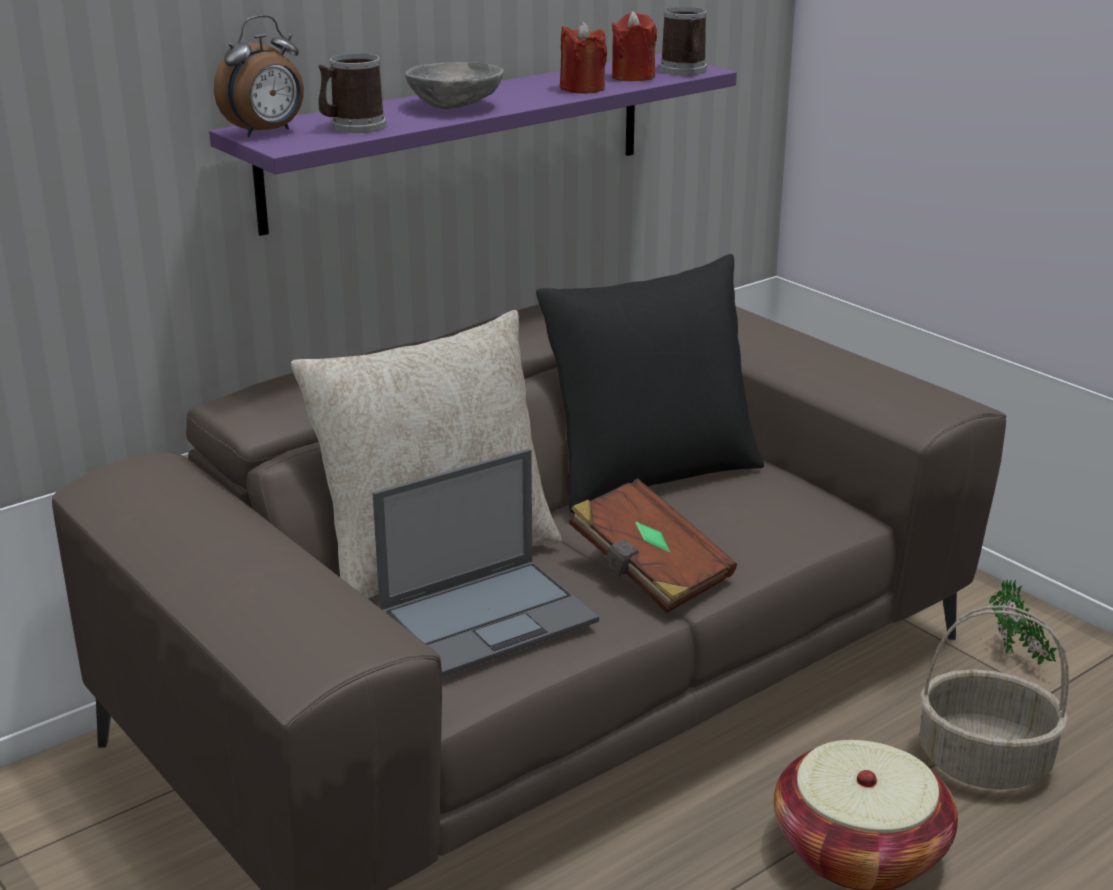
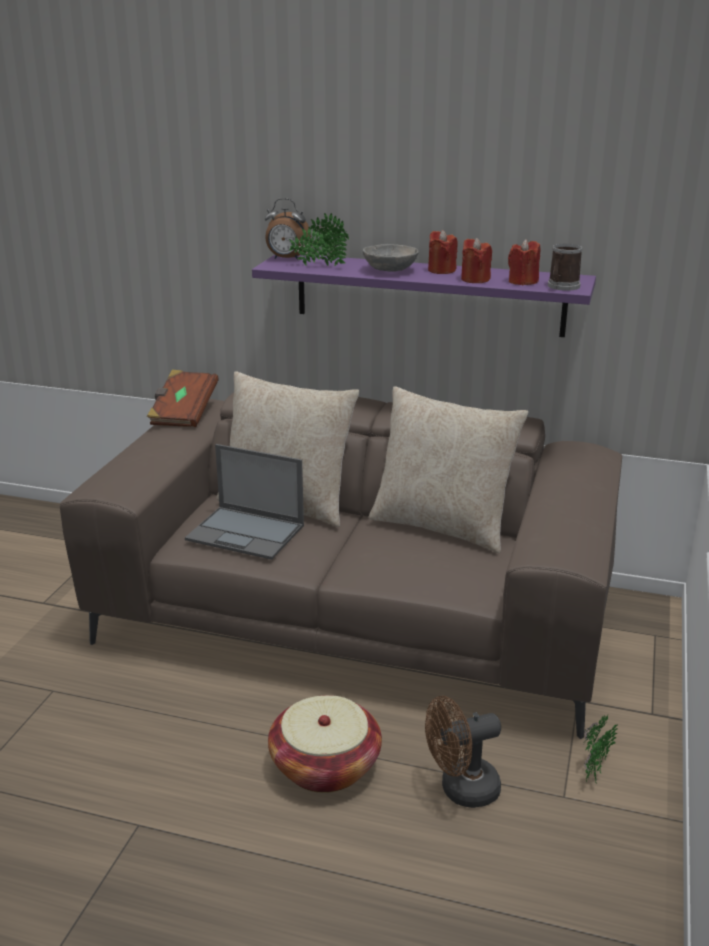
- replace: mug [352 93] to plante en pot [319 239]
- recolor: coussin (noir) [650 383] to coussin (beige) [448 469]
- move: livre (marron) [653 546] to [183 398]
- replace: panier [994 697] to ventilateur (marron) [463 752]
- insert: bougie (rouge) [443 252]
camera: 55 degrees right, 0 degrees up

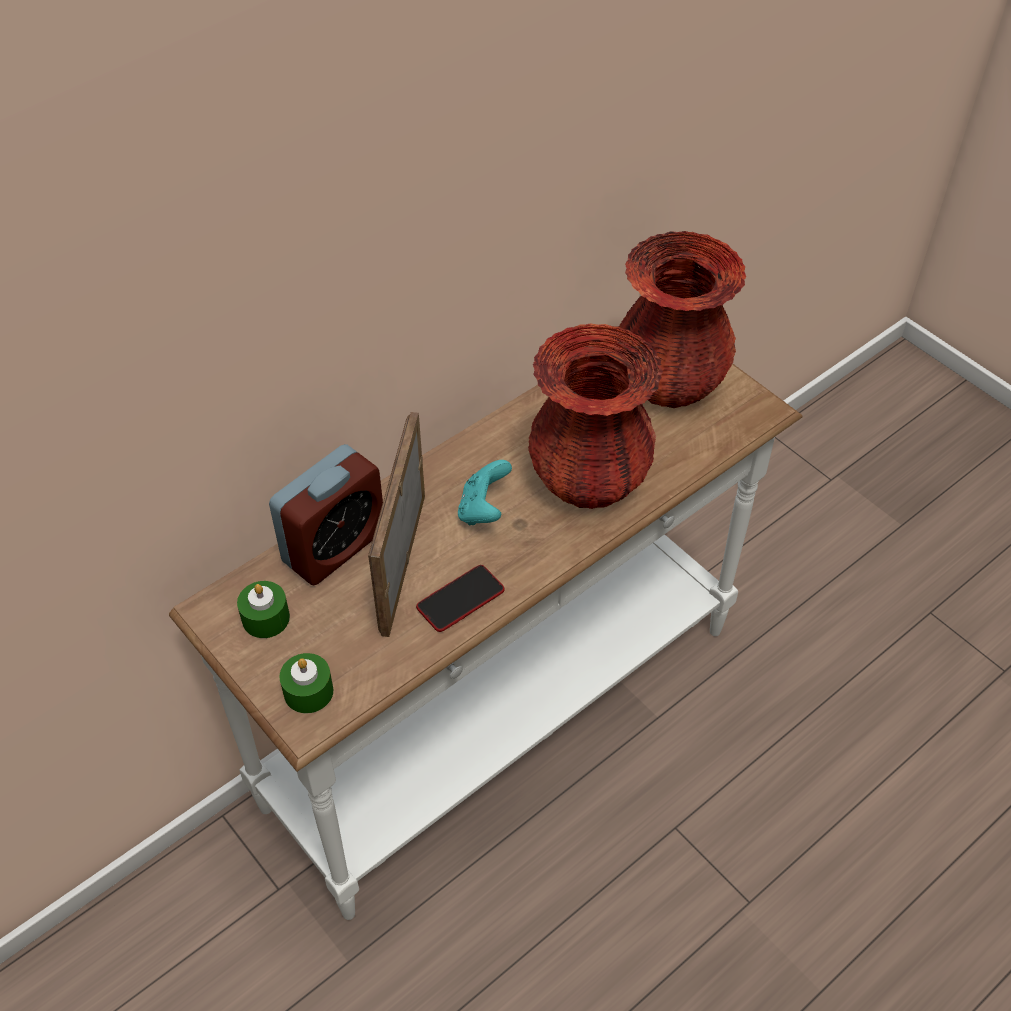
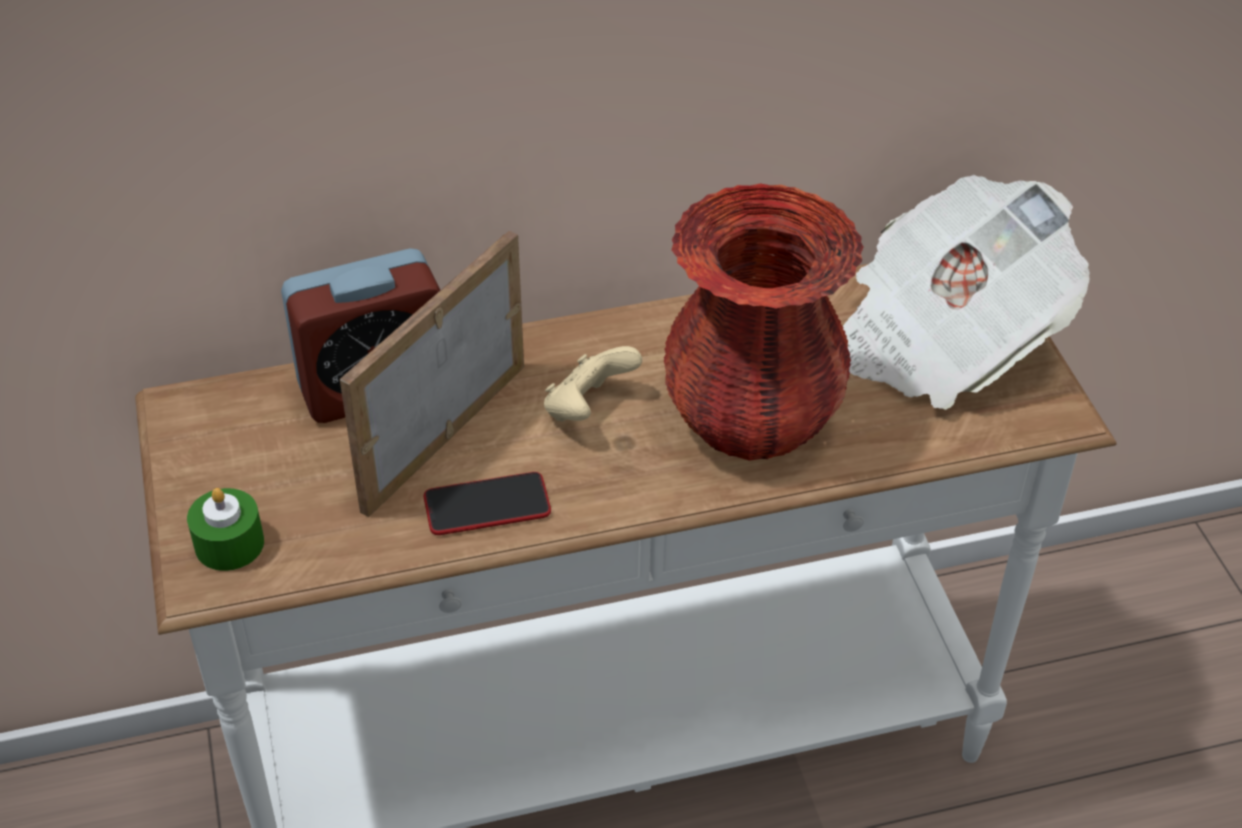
- replace: vase (rouge) [682 319] to journal [966 292]
- recolor: manette (turquoise) [485 493] to manette (beige) [593 383]
- delete: bougie (vert) [263 609]
camera: 25 degrees right, 5 degrees down

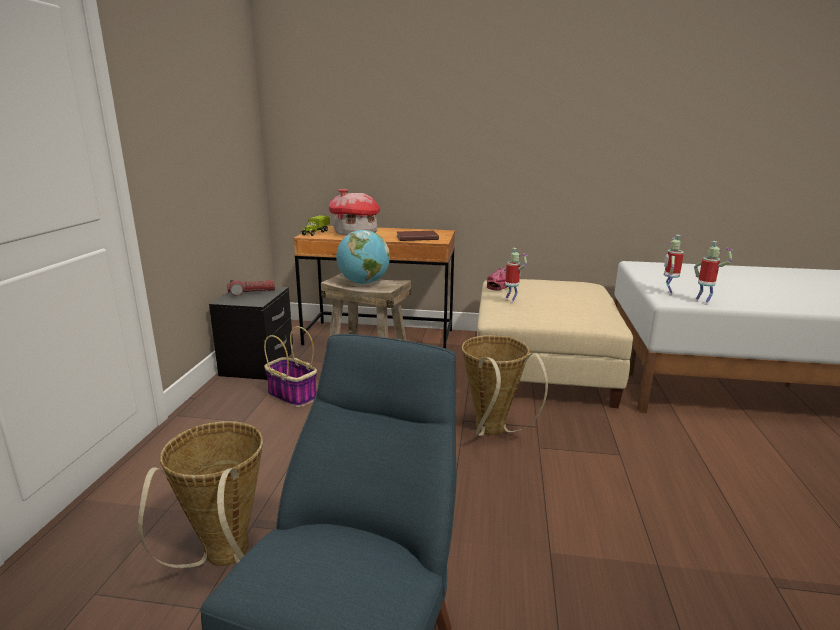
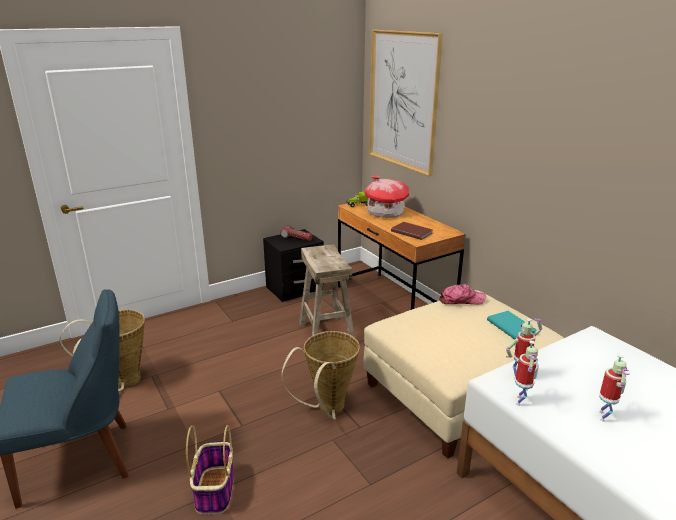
- delete: globe [363 257]
- move: robot jouet [516 275] to [614 388]
- move: panier [290 366] to [210 469]
- insert: tableau [406 103]
- insert: livre (turquoise) [512 325]
camera: 50 degrees right, 5 degrees up

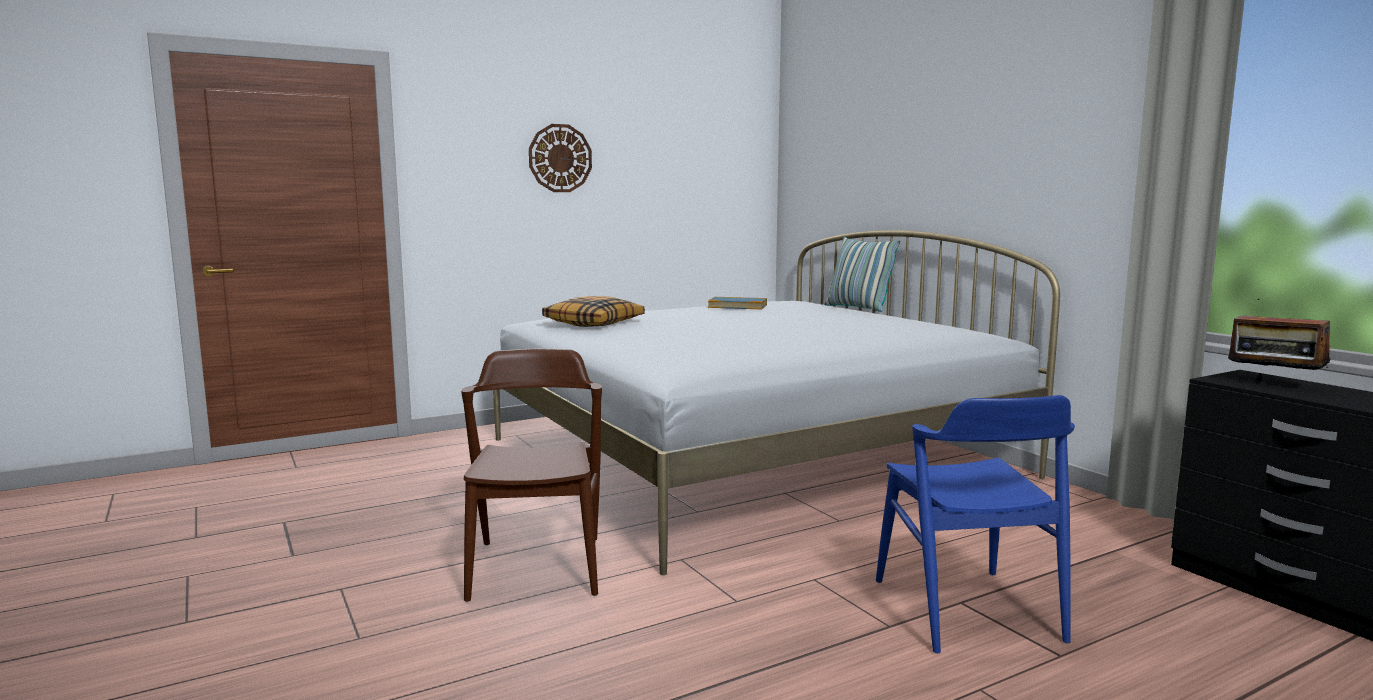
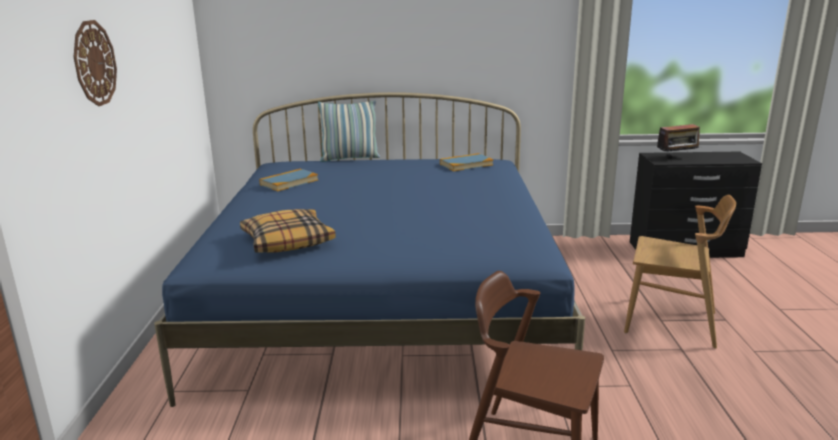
- recolor: lit (blanc) [776 402] to lit (bleu) [369 249]
- recolor: chaise (bleu) [975 524] to chaise (marron) [680 271]
- insert: livre [466 162]
camera: 60 degrees left, 10 degrees up

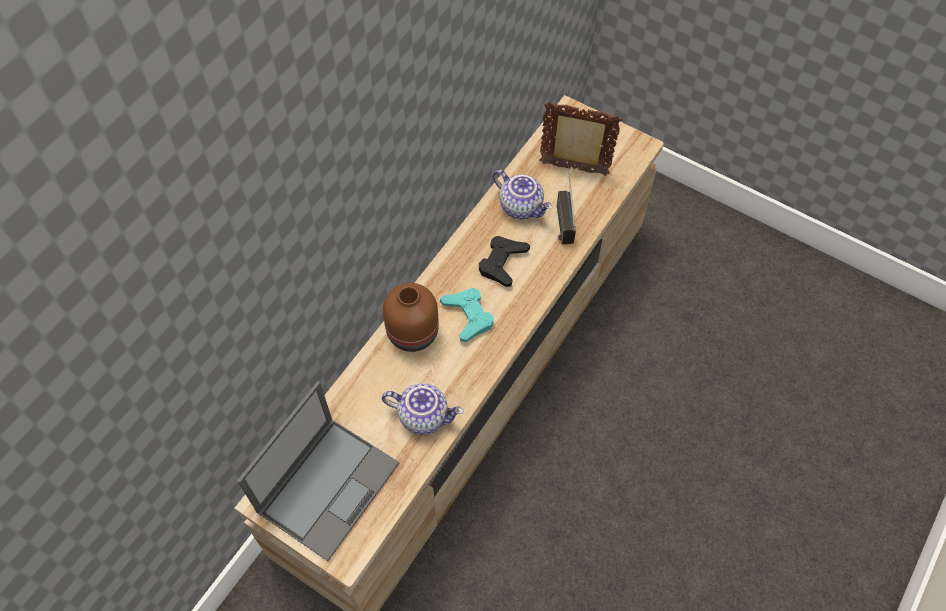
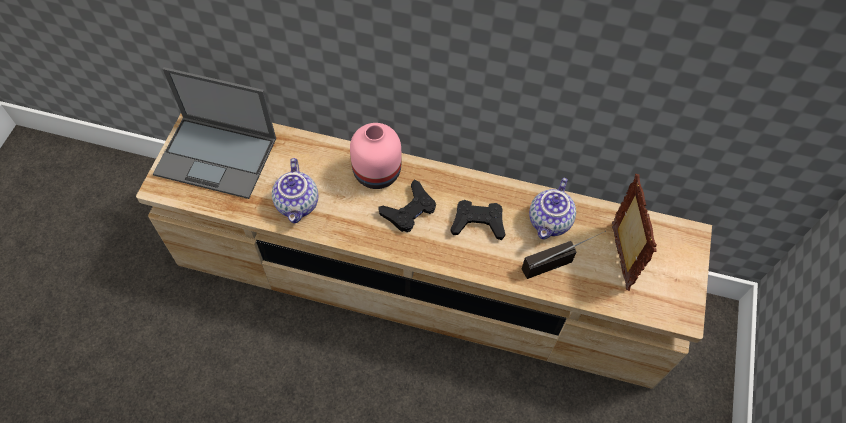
- recolor: vase (marron) [411 317] to vase (rose) [375 156]
- recolor: manette (turquoise) [467 315] to manette (noir) [407 206]
camera: 70 degrees right, 0 degrees up

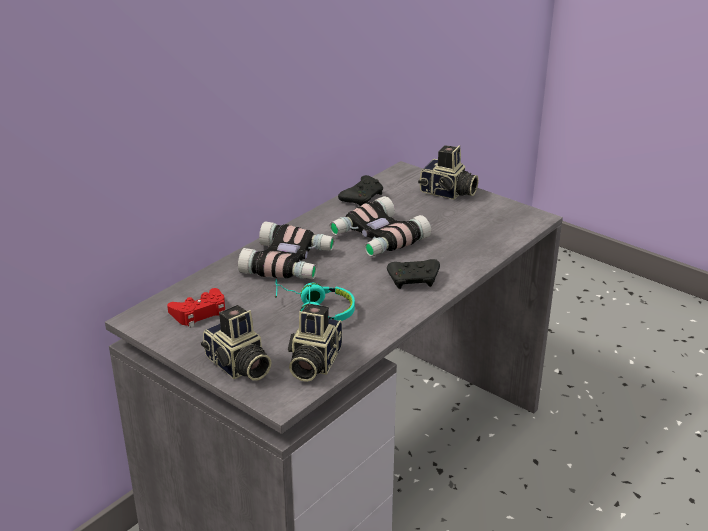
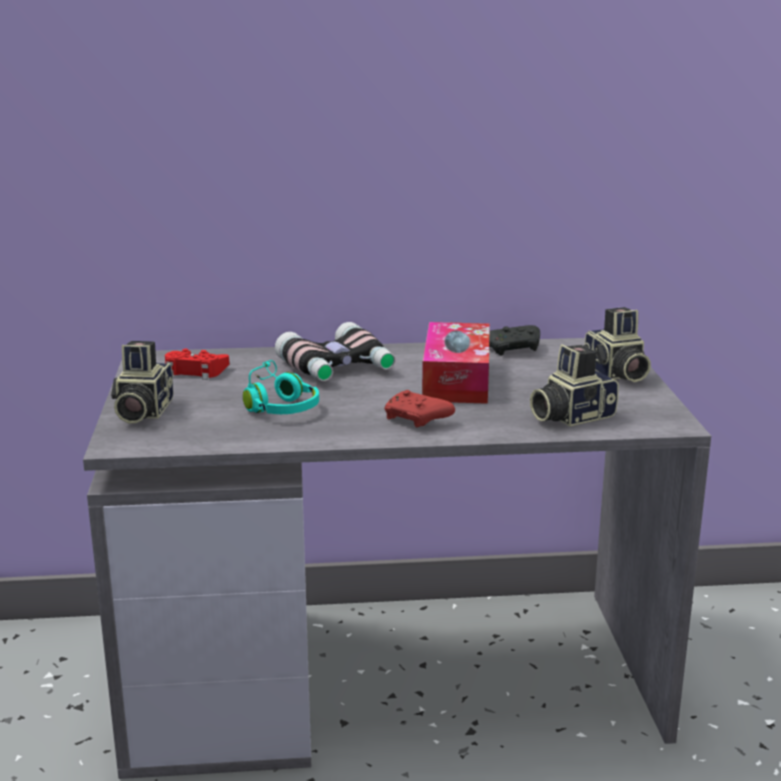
- replace: jumelles [380 226] to boîte à mouchoirs [455 363]
- recolor: manette (noir) [413 274] to manette (rouge) [419 408]
- move: appareil photo [315 342] to [574 385]
camera: 45 degrees right, 10 degrees down

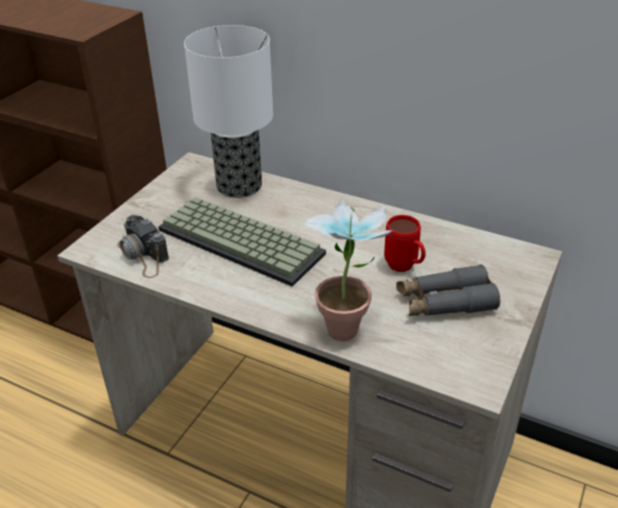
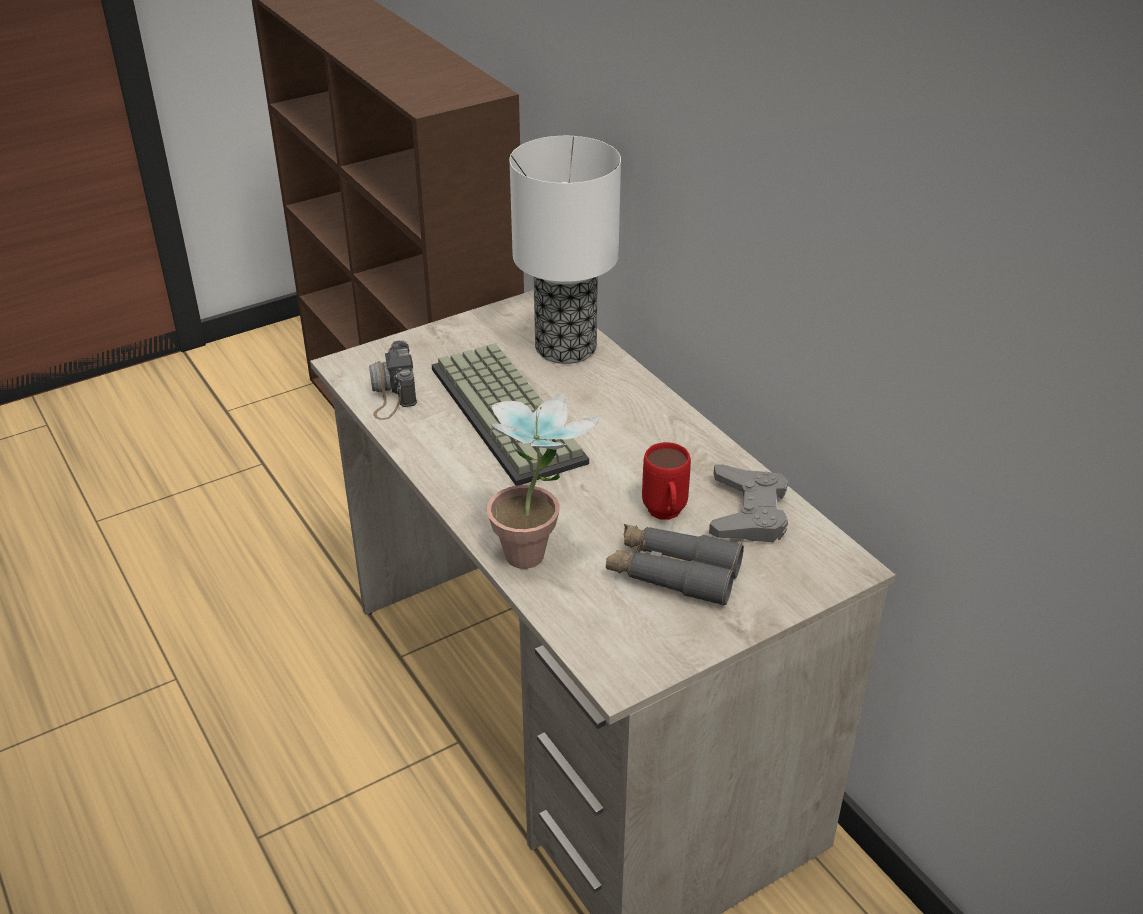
- insert: manette (gris) [748 503]
camera: 30 degrees right, 0 degrees up

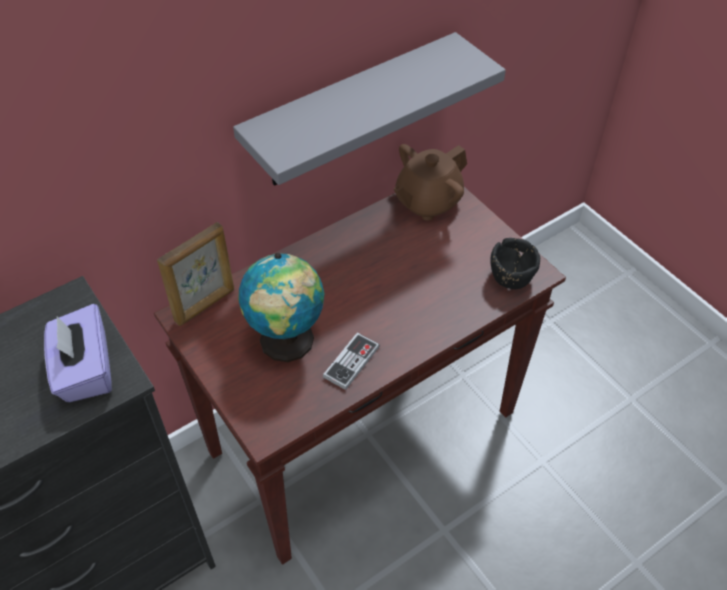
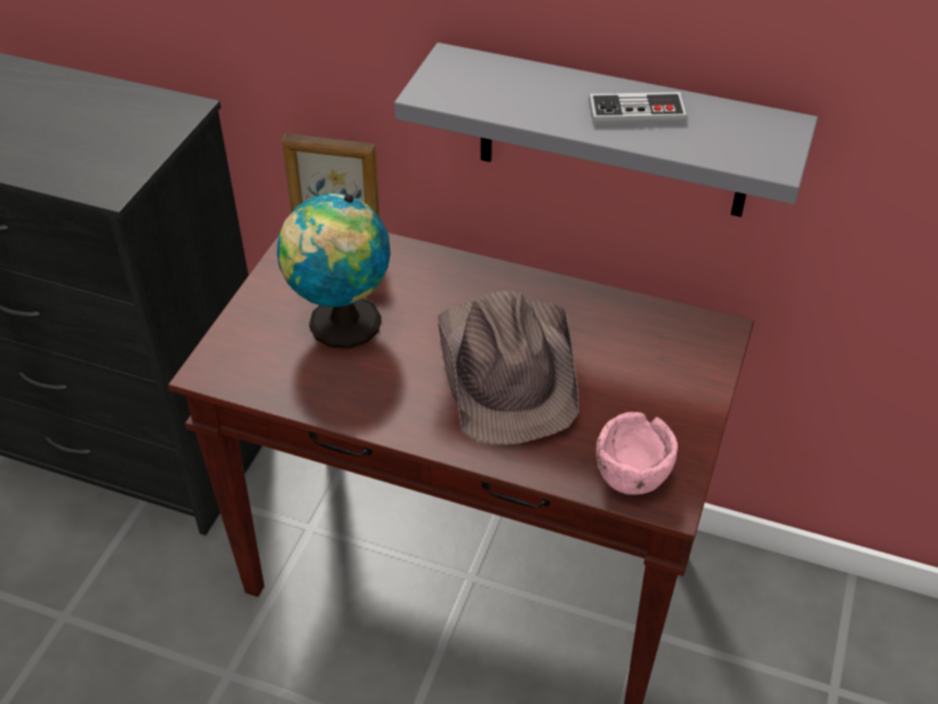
- delete: théière (marron) [430 182]
- recolor: bol (noir) [515 263] to bol (rose) [637 453]
- delete: boîte à mouchoirs (violet) [78 353]
- move: manette [351 361] to [637 108]
- insert: chapeau (marron) [508 368]
camera: 55 degrees right, 5 degrees down

